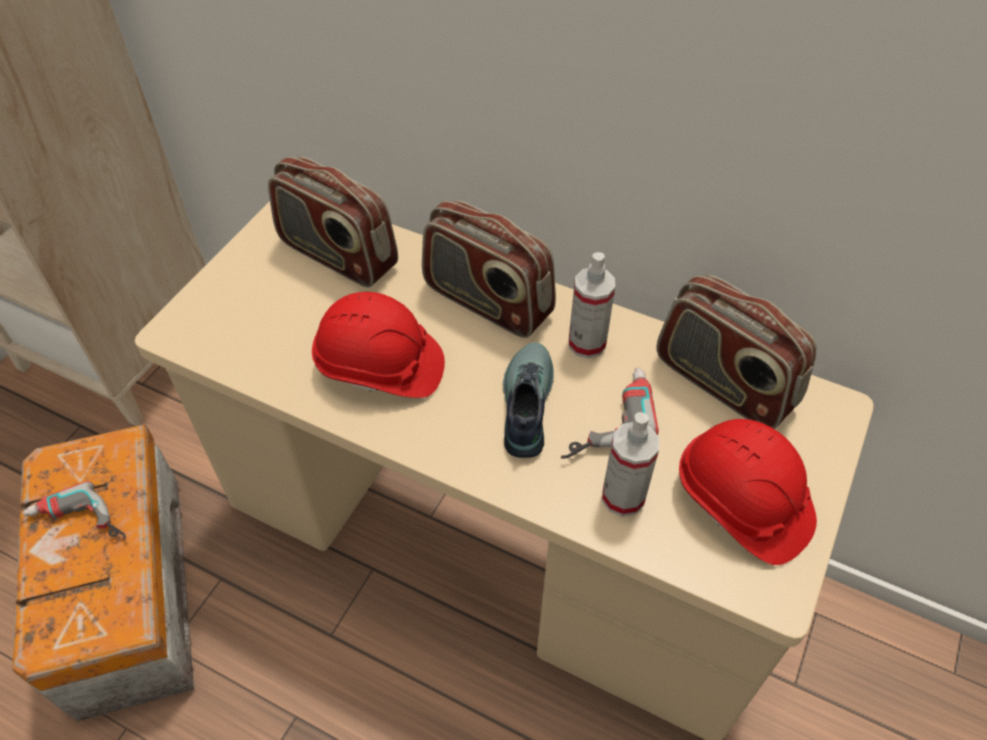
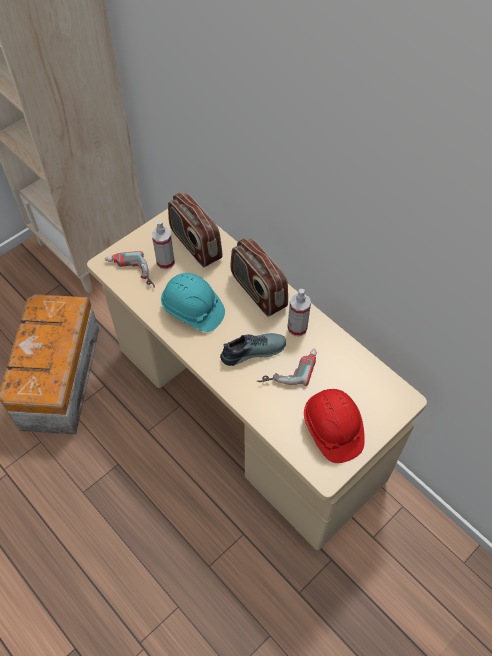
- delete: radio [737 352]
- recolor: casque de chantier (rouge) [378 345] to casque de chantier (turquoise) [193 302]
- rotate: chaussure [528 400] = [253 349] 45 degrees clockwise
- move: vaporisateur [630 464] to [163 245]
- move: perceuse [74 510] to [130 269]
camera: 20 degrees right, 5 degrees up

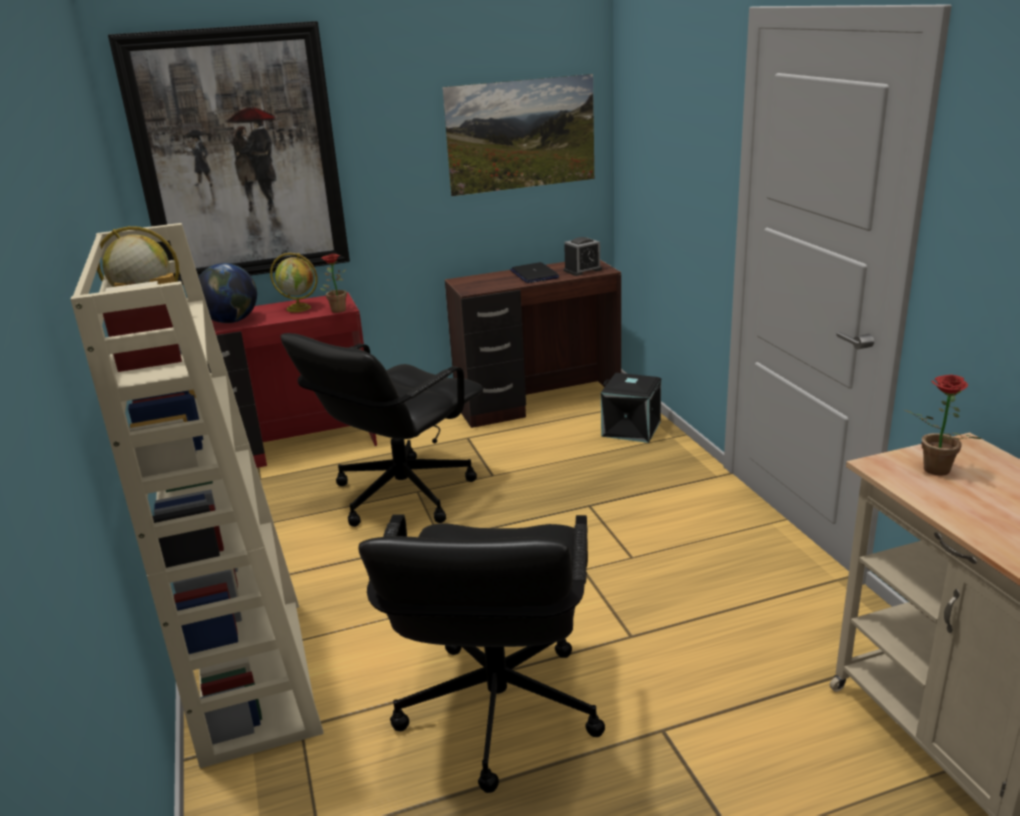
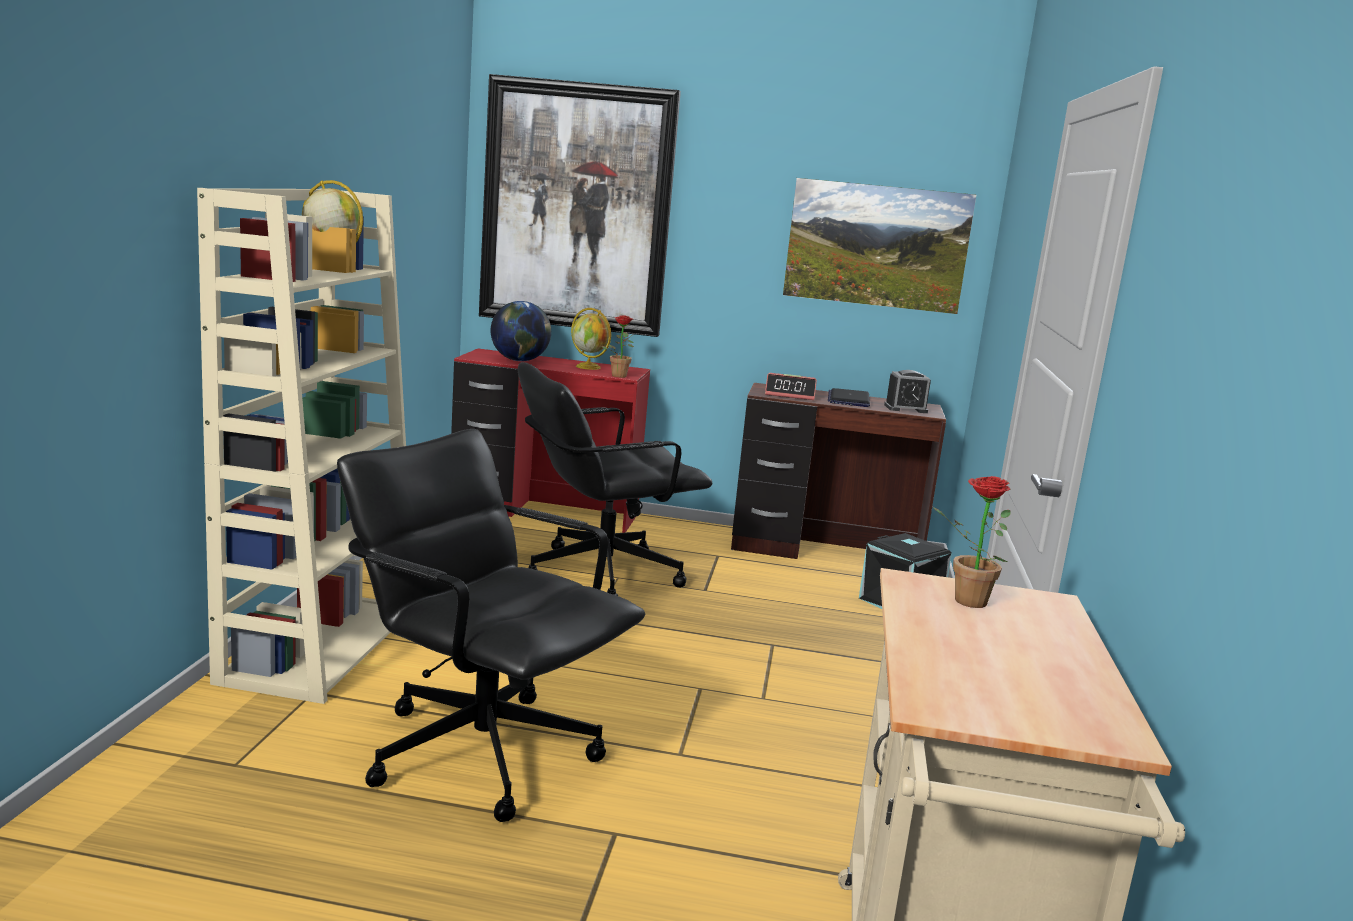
- rotate: chaise de bureau (noir) [481 653] = [491 625] 90 degrees clockwise
- insert: réveil [791 386]
camera: 25 degrees right, 10 degrees down

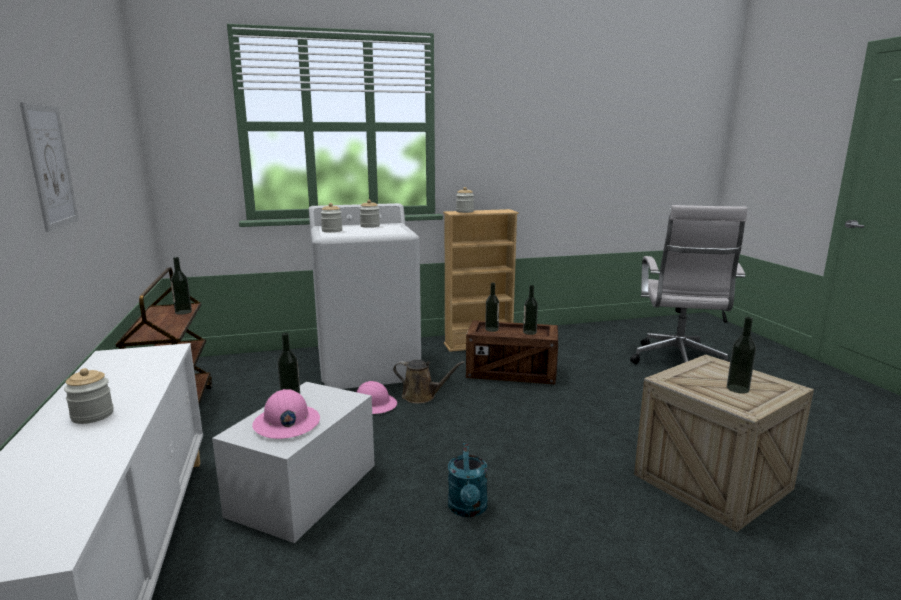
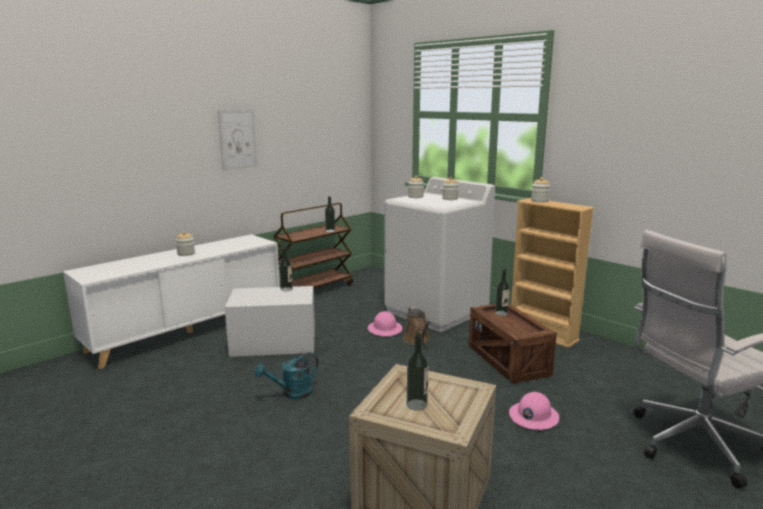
- delete: bouteille [530 310]
- move: casque de chantier (rose) [286 414] to [534 411]
camera: 60 degrees right, 0 degrees up

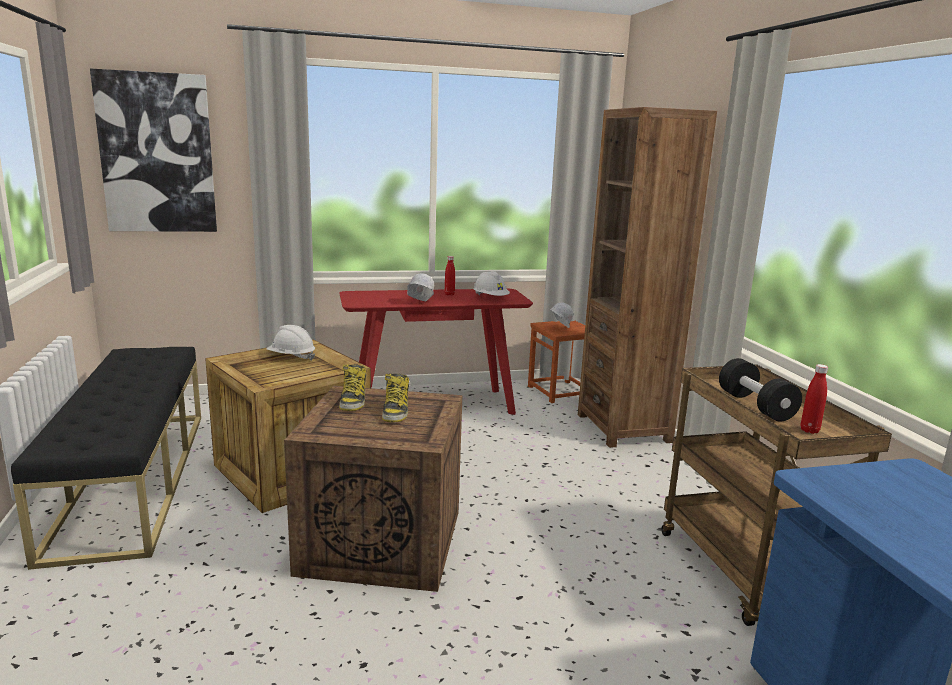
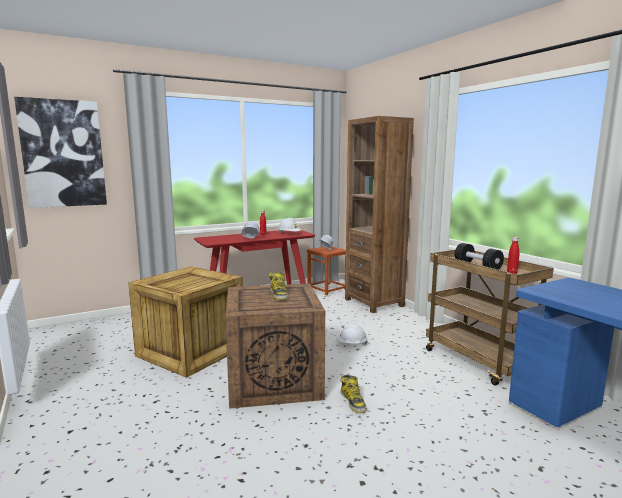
- move: casque de chantier (blanc) [290 343] to [352 334]
- delete: banc (noir) [106 458]
- move: botte [352 387] to [353 394]
camera: 15 degrees left, 5 degrees down

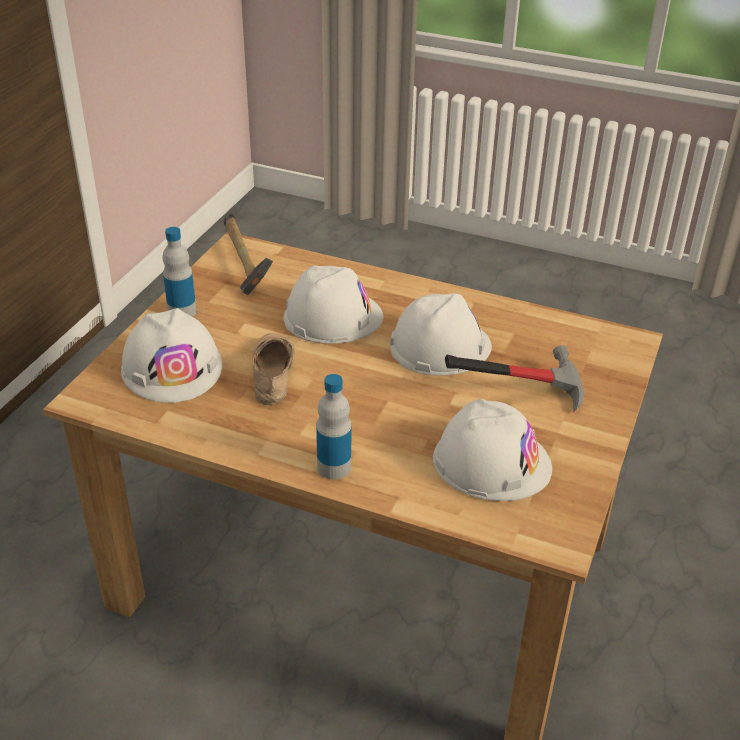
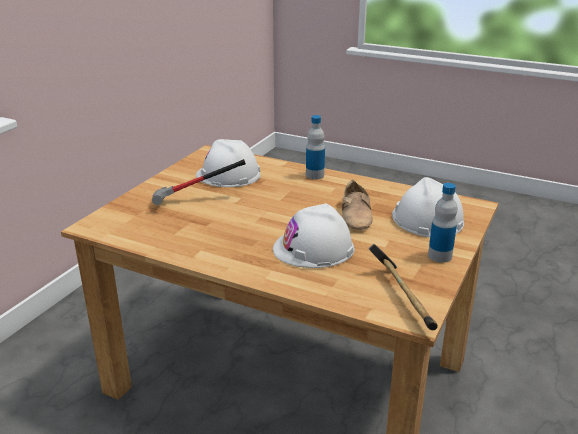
- delete: casque de chantier (blanc) [441 334]
camera: 175 degrees left, 10 degrees down

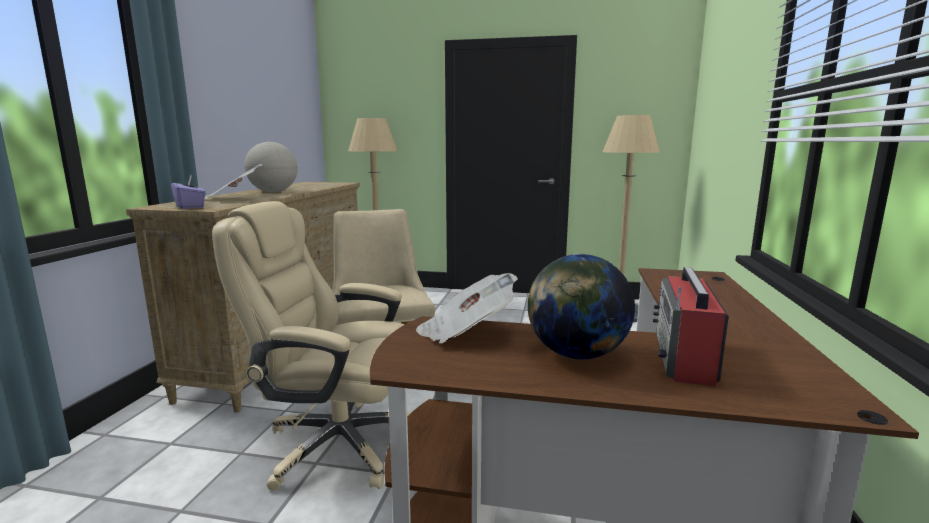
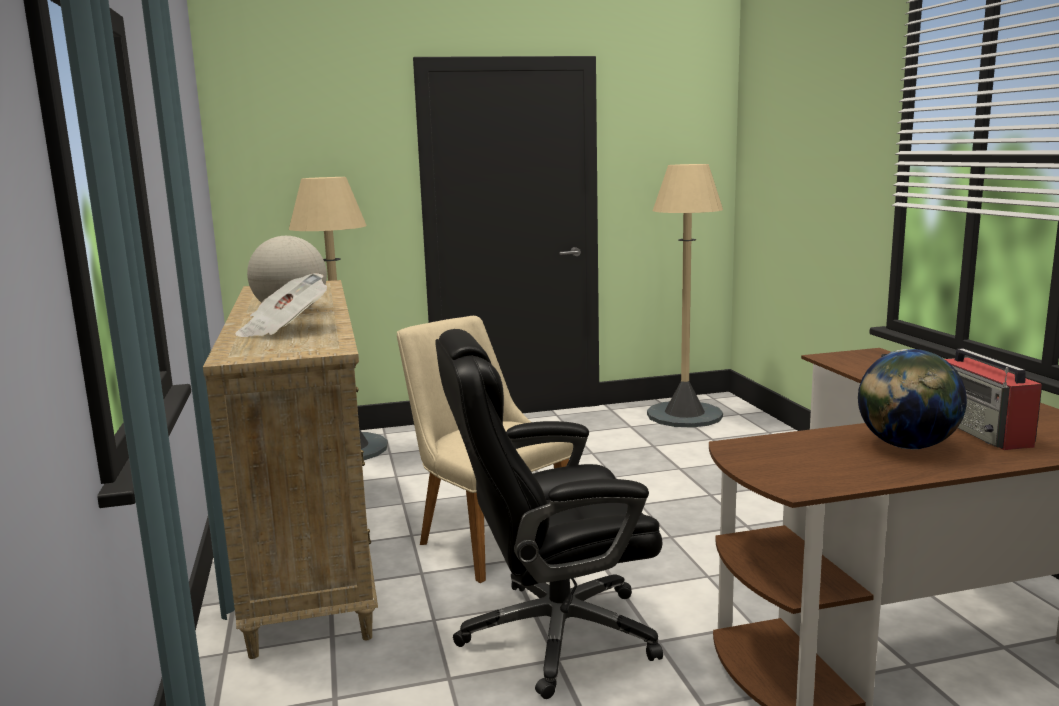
- delete: boîte à mouchoirs (violet) [188 192]
- recolor: chaise de bureau (beige) [311 346] to chaise de bureau (noir) [549 514]
- delete: journal [467 308]
camera: 25 degrees left, 0 degrees up

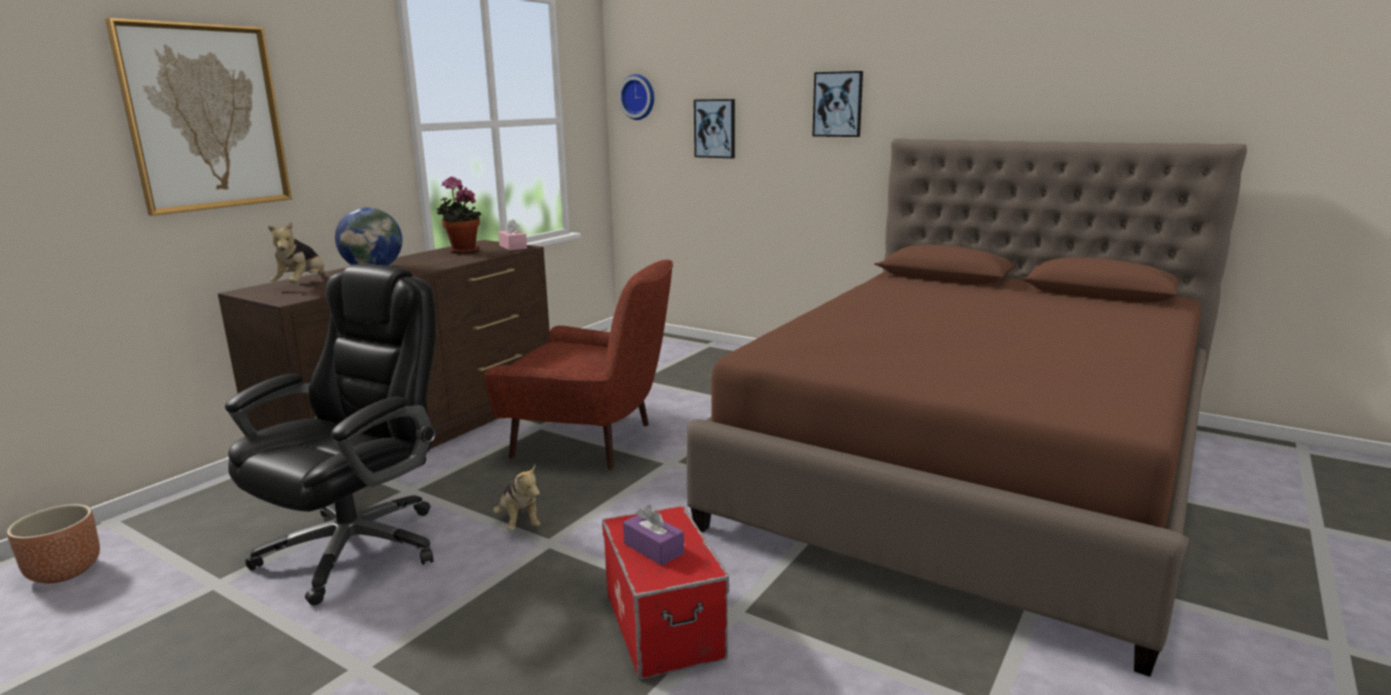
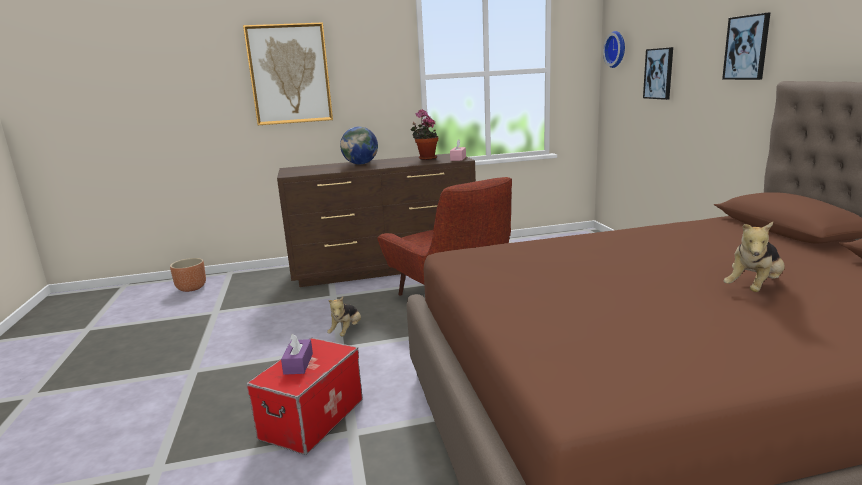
- move: peluche [296 252] to [754 257]
- delete: chaise de bureau (noir) [330 435]
camera: 45 degrees right, 0 degrees up

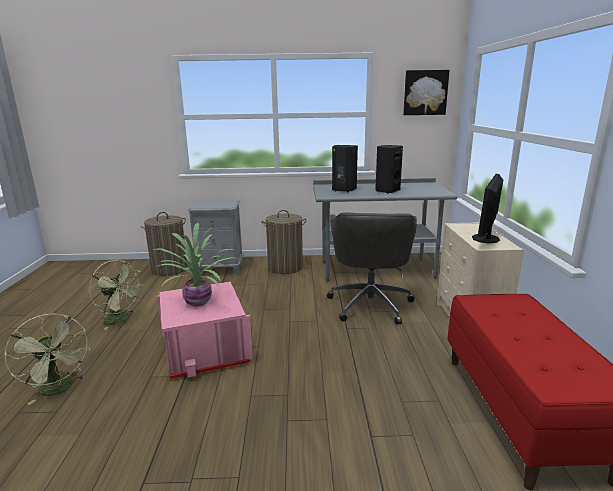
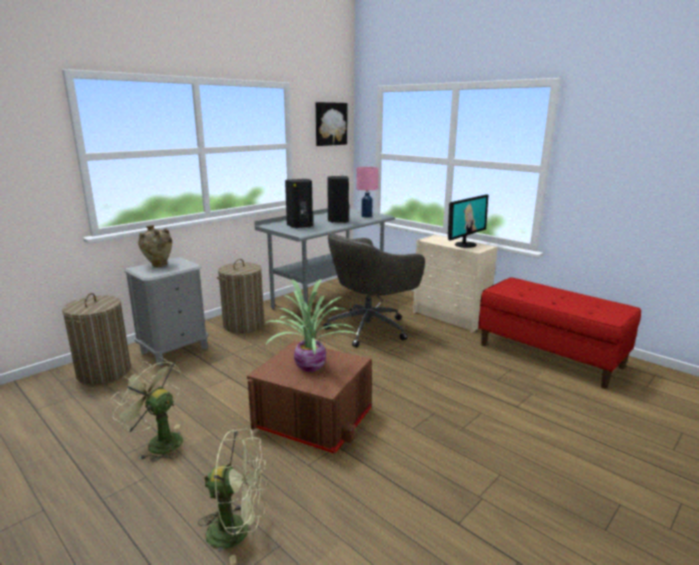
- rotate: écran d'ordinateur [487 208] = [468 221] 120 degrees counterclockwise
- rotate: chaise de bureau (gris) [372 268] = [374 289] 90 degrees clockwise
- rotate: ventilateur (vert) [115 295] = [147 409] 135 degrees counterclockwise
- recolor: boîte de rangement (rose) [205 330] to boîte de rangement (marron) [309 397]
- insert: lampe de table (rose) [367 192]
- insert: vase (beige) [155 246]
camera: 45 degrees left, 0 degrees up

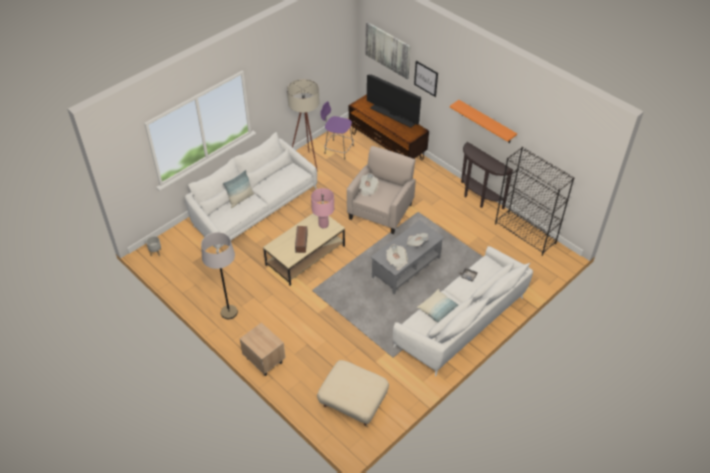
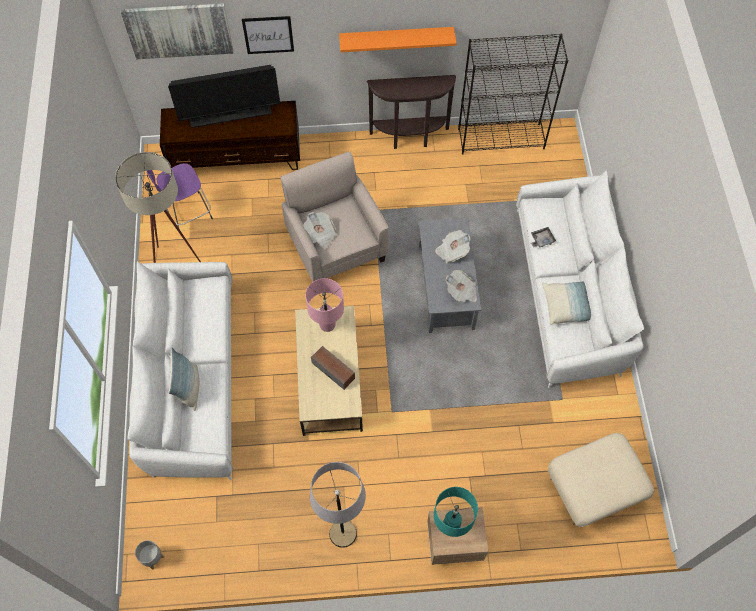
- insert: lampe de table (turquoise) [456 512]
camera: 50 degrees left, 15 degrees up

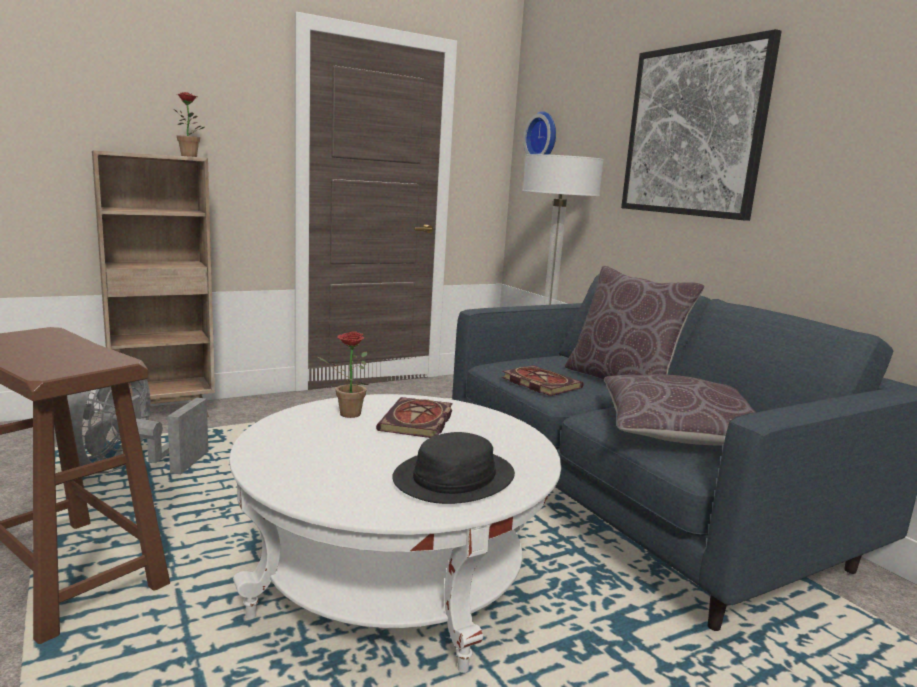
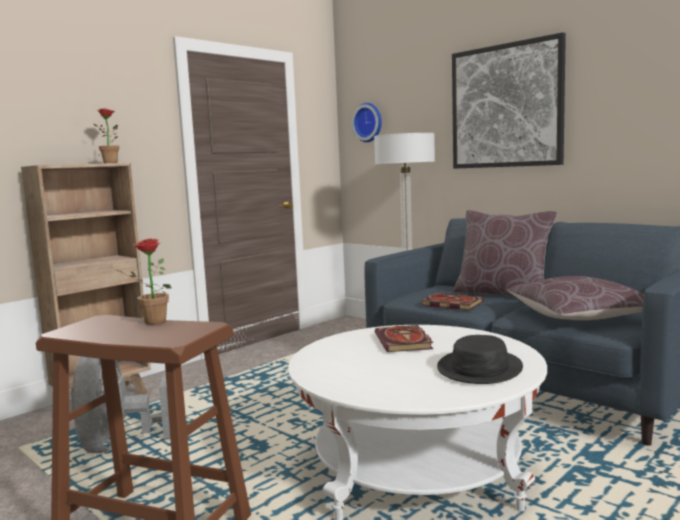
- move: plante en pot [343 374] to [143 281]
camera: 15 degrees left, 5 degrees down

